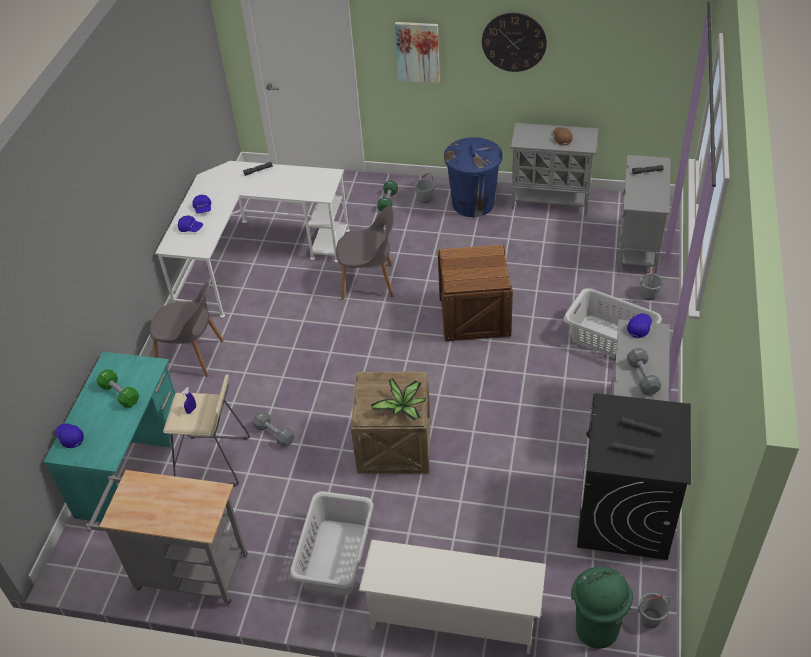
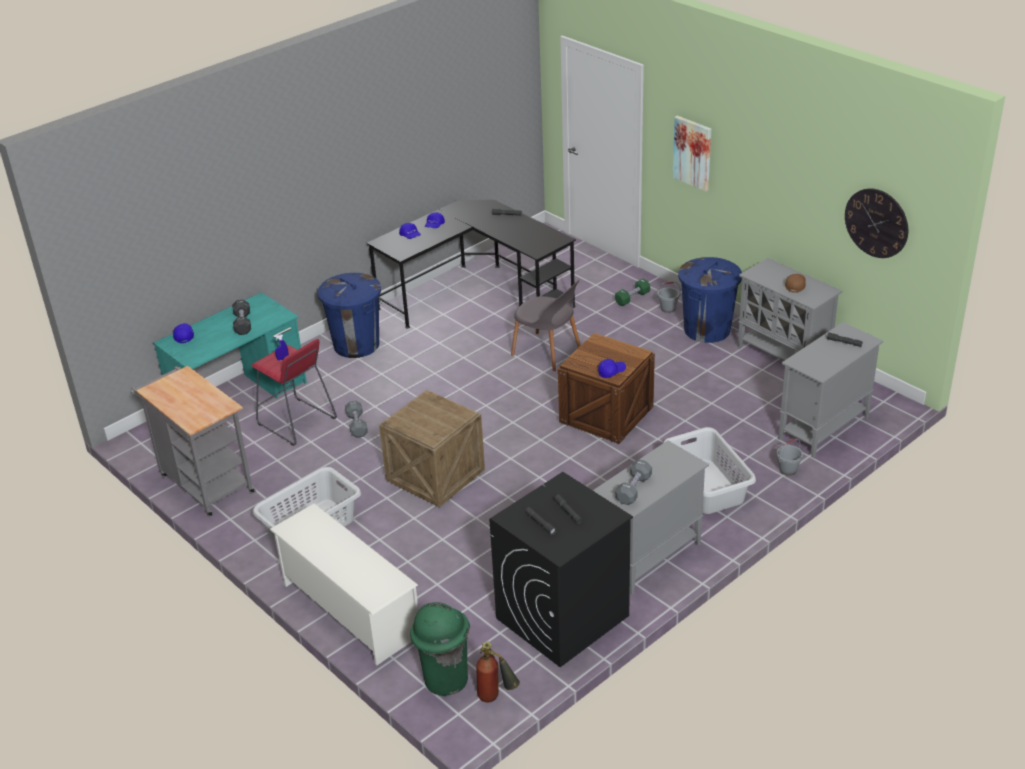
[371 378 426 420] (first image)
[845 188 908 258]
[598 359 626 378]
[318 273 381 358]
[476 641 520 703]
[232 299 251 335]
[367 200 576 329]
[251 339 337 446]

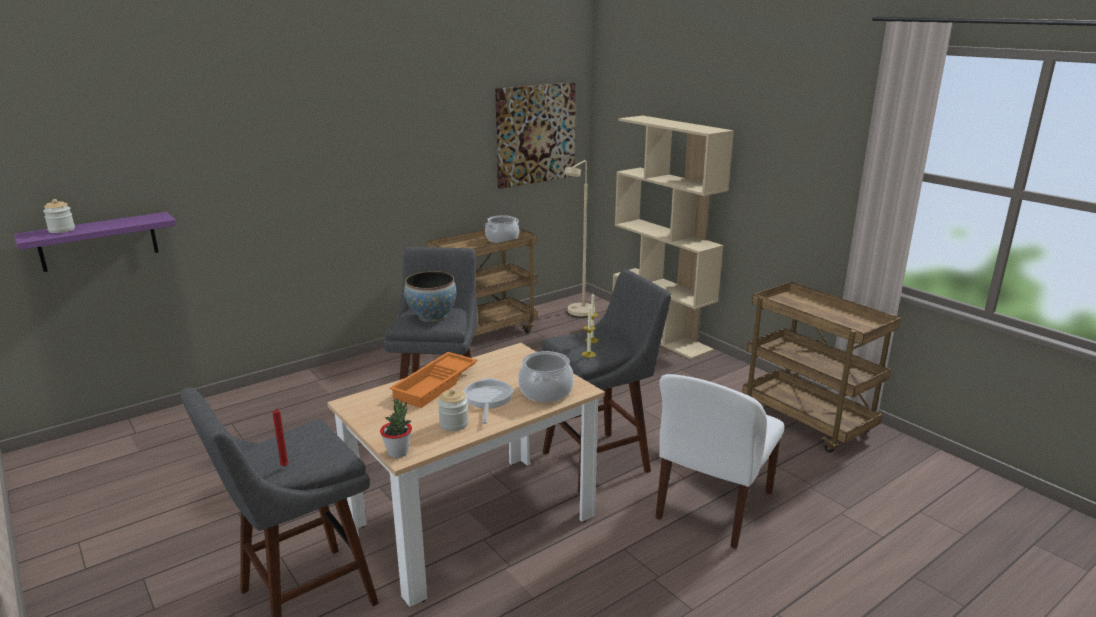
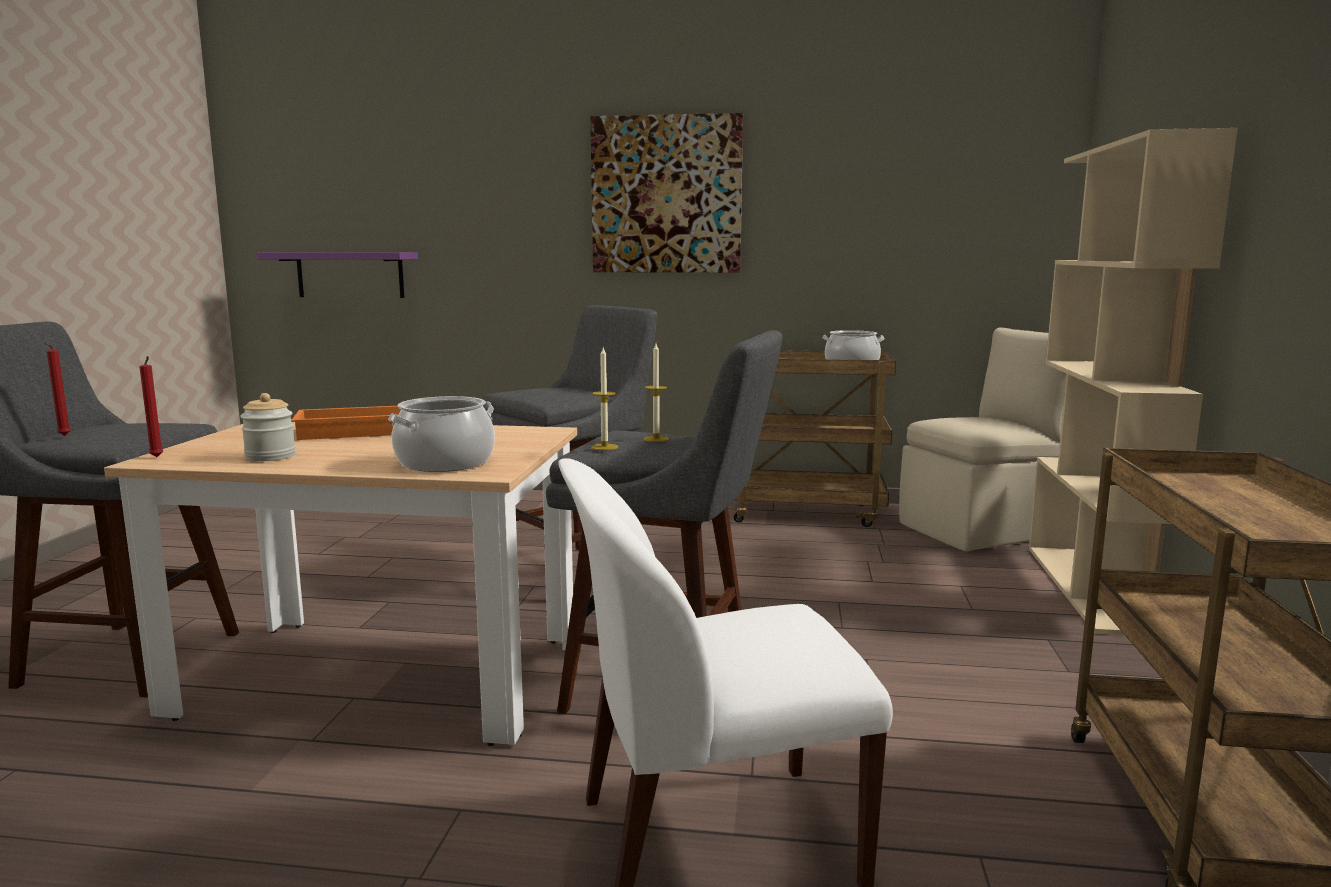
[43 199 75 233] (first image)
[404 271 457 322] (first image)
[462 378 514 424] (first image)
[590 113 743 273]
[139 356 163 457]
[899 328 1067 552]

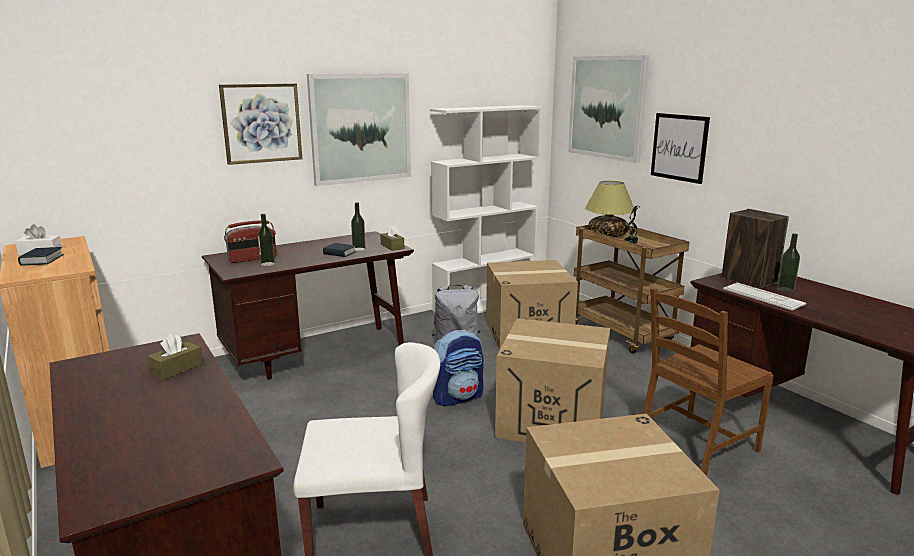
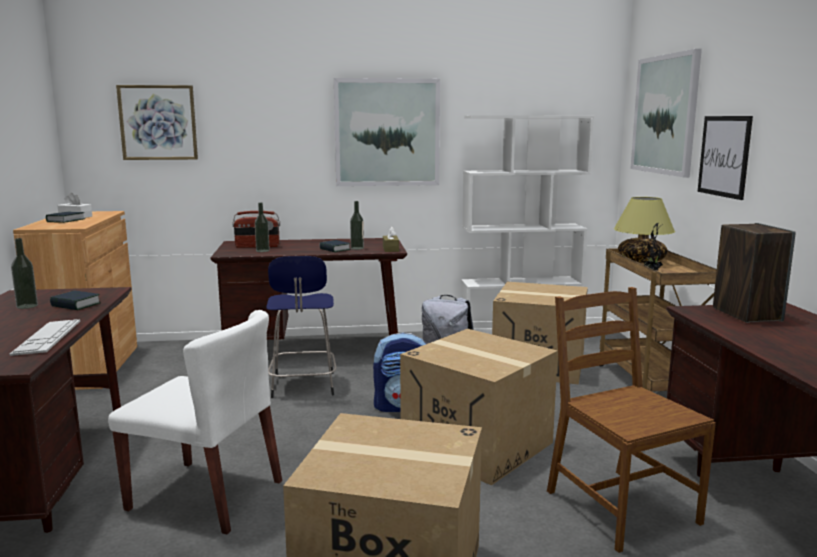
[266 256 337 398]
[116 85 198 160]
[10 319 80 356]
[11 238 38 309]
[50 291 101 310]
[547 287 716 553]

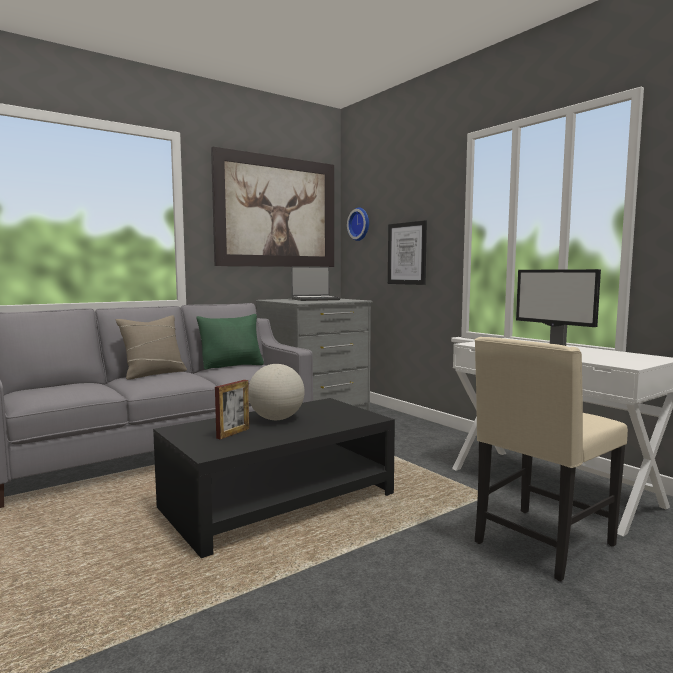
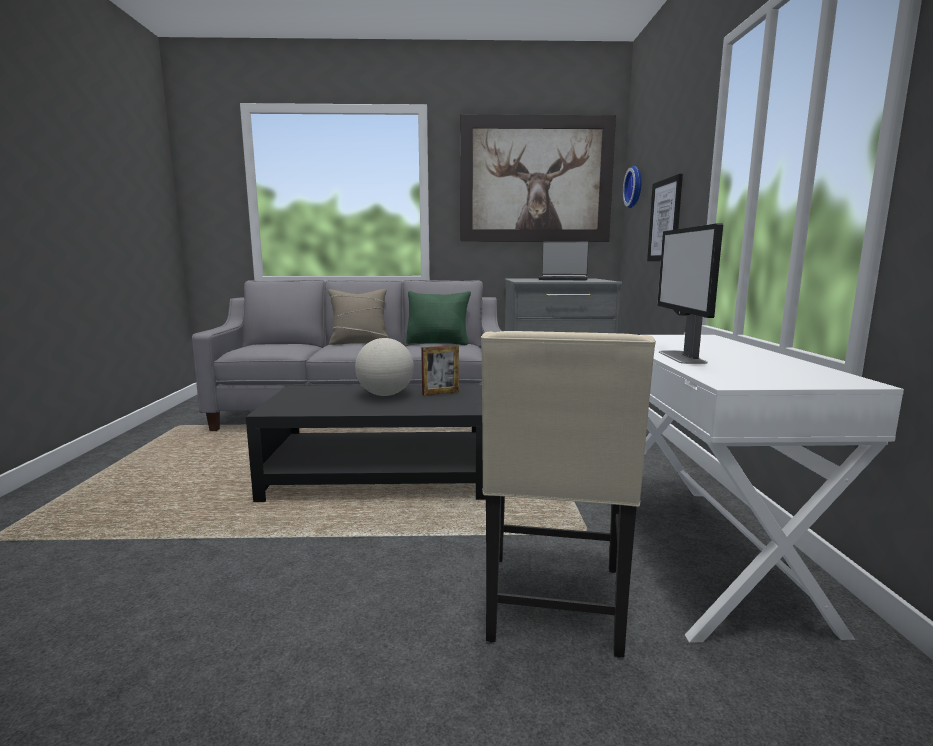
[421 345 459 395]
[481 331 656 658]

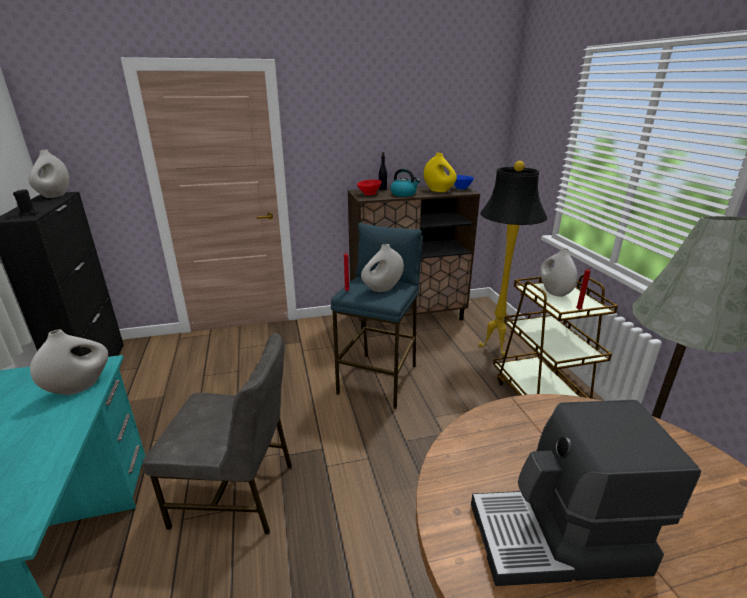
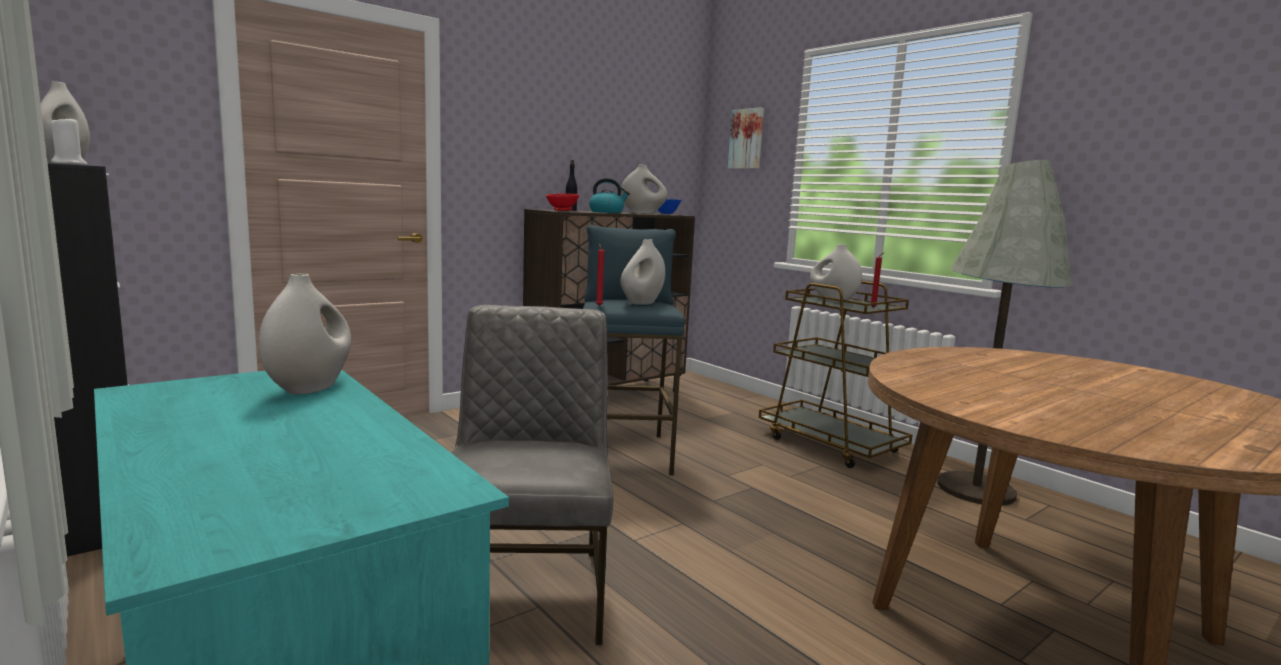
[471 400 701 586] (first image)
[478 161 547 356] (first image)
[728 107 764 169]
[50 116 87 165]
[621 164 668 214]
[452 305 613 645]

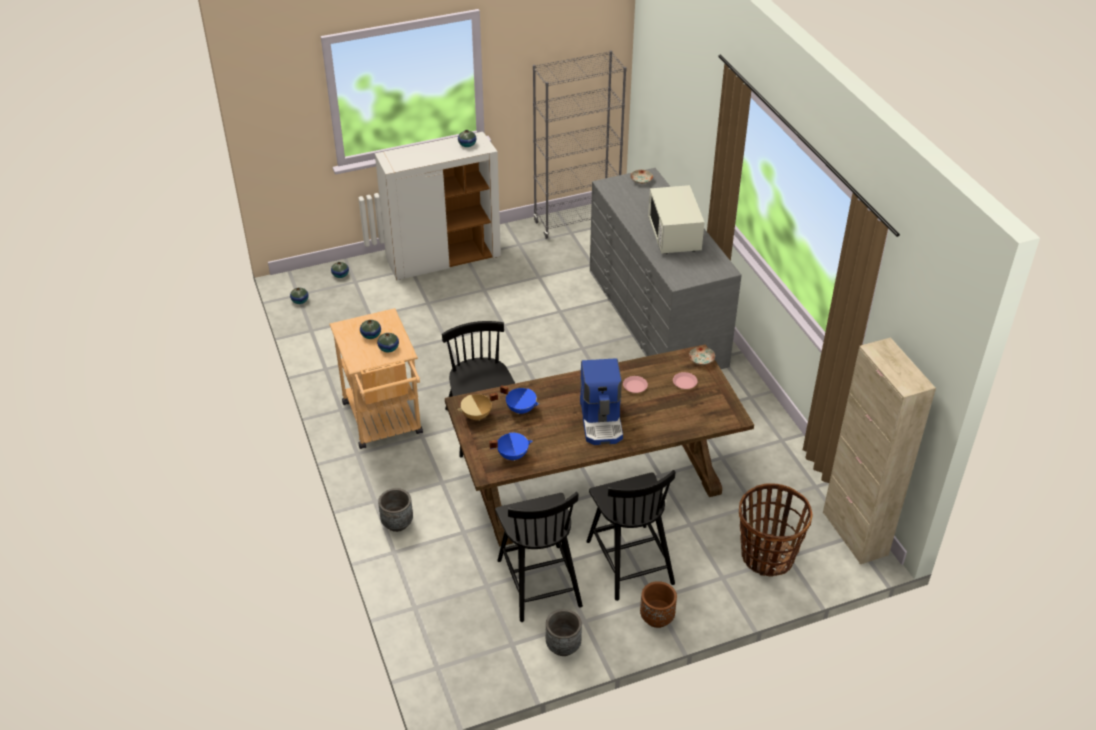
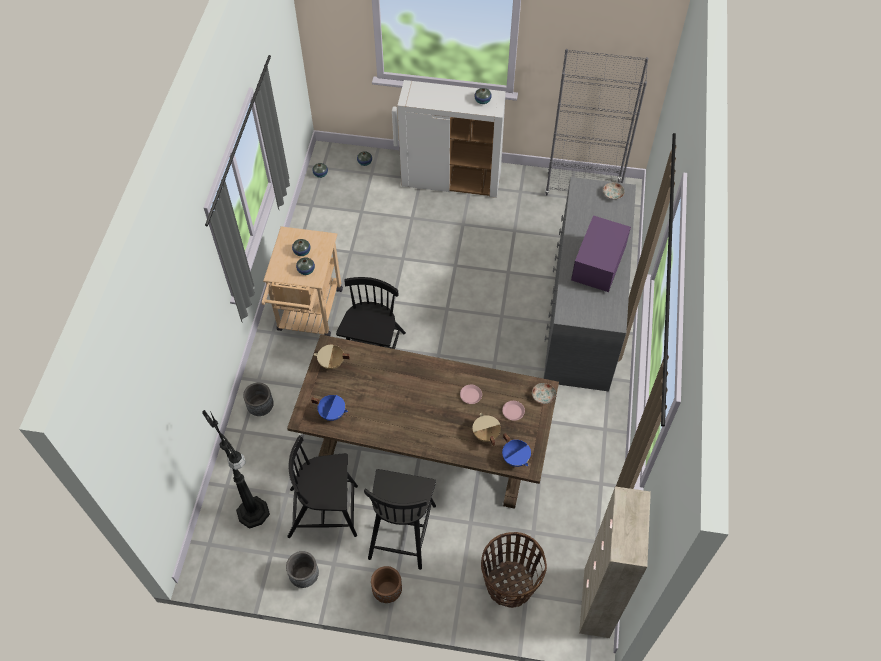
[580 358 623 445] (first image)
[202 410 270 529]
[472 413 501 446]
[502 433 531 467]
[571 216 631 292]
[287 435 358 538]

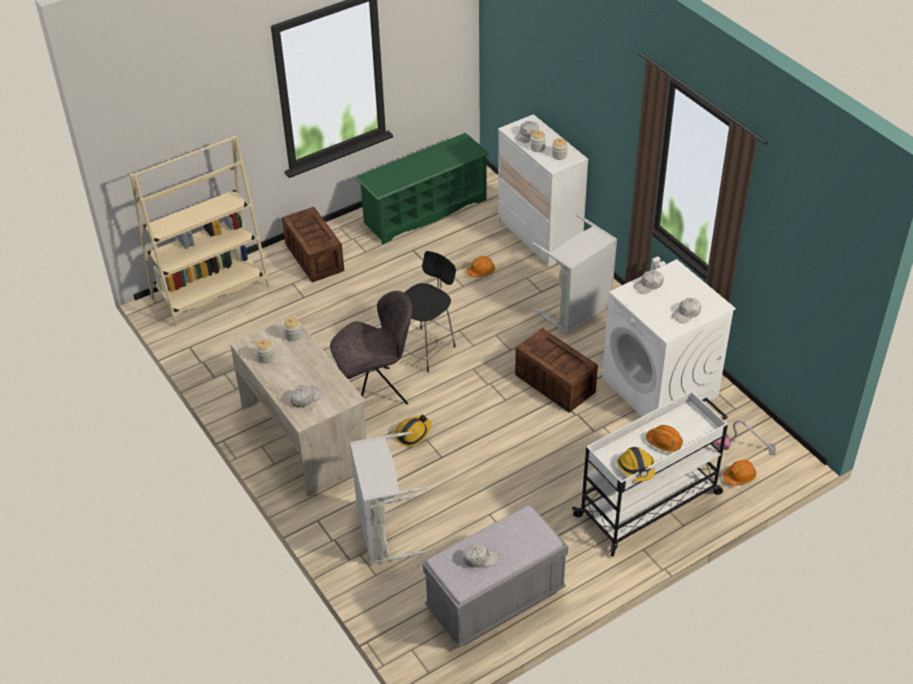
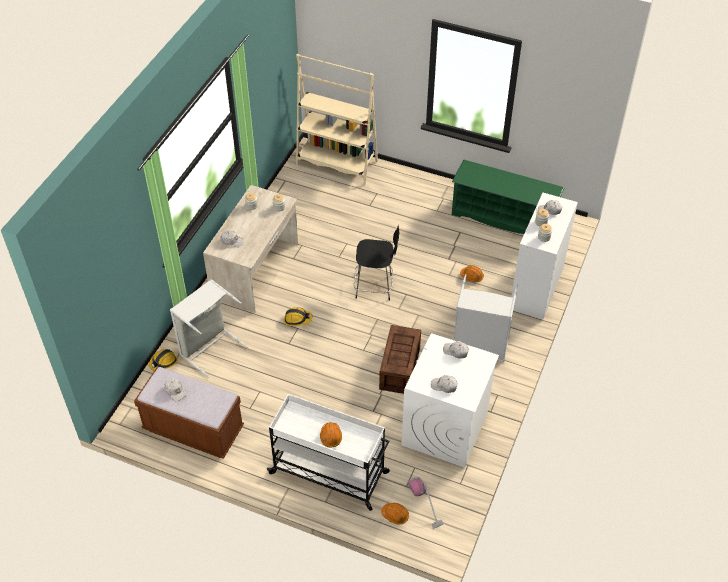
[282 207 344 283] (first image)
[330 291 413 404] (first image)
[148 349 178 371]
[134 367 244 459]

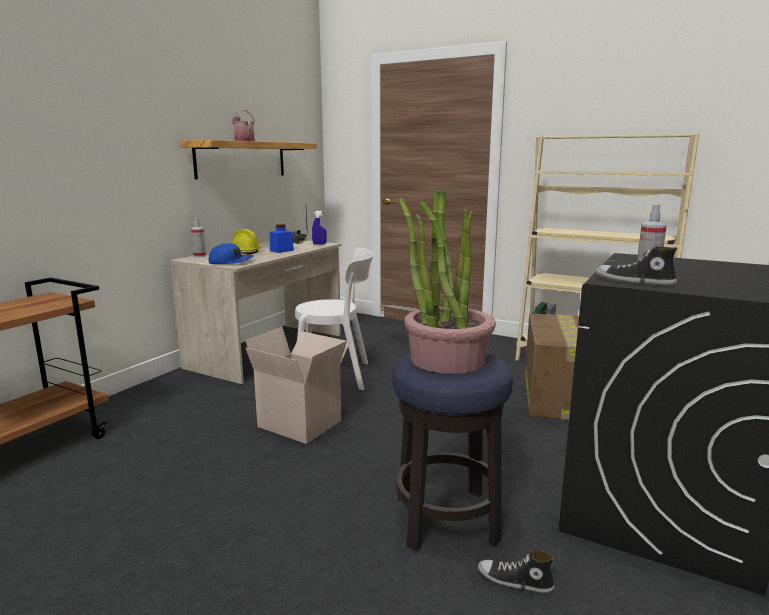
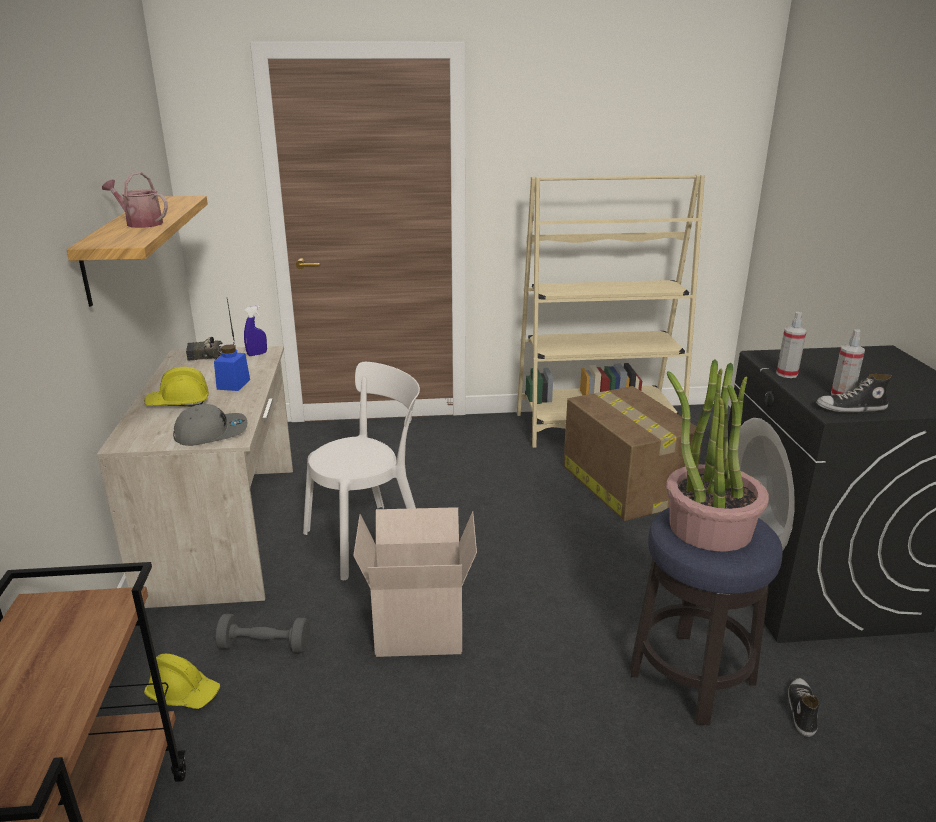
[144 654 220 709]
[215 614 310 653]
[776 312 807 378]
[173 404 248 446]
[788 678 819 737]

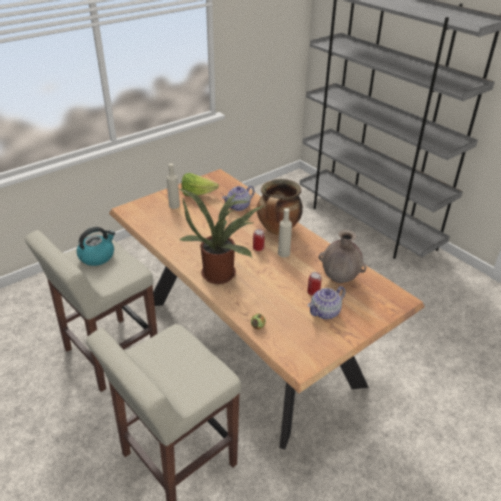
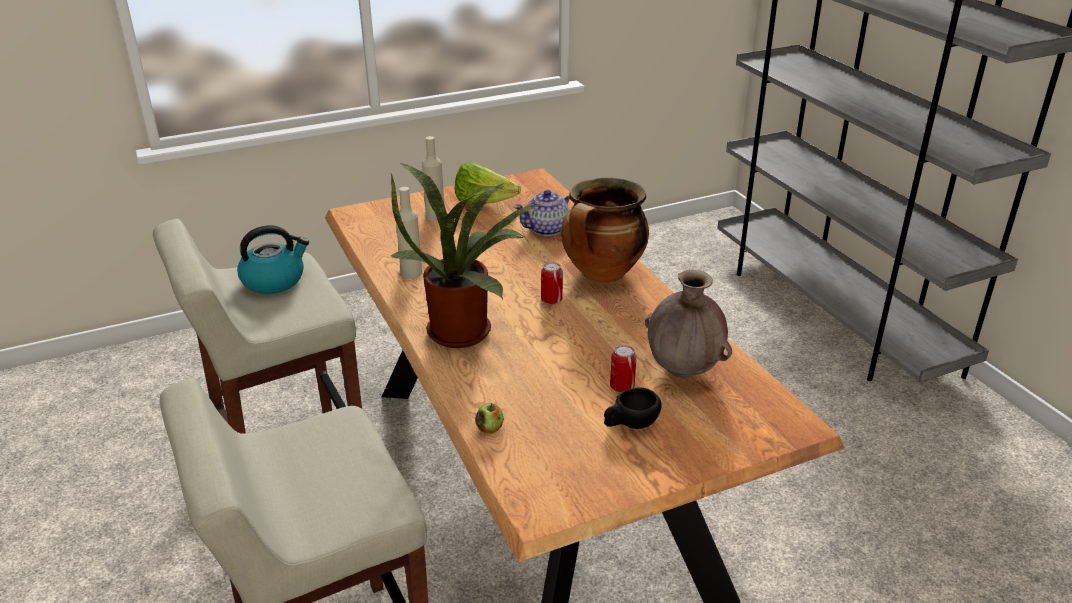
[396 187 422 279]
[604 387 662 429]

